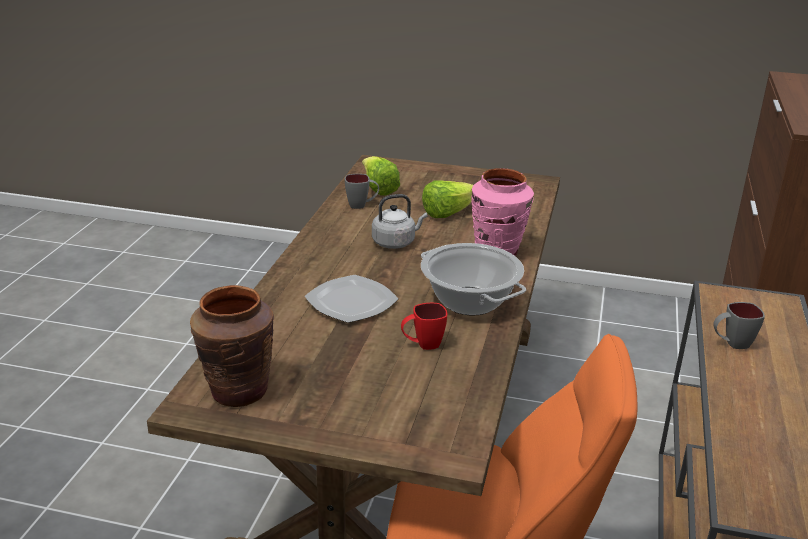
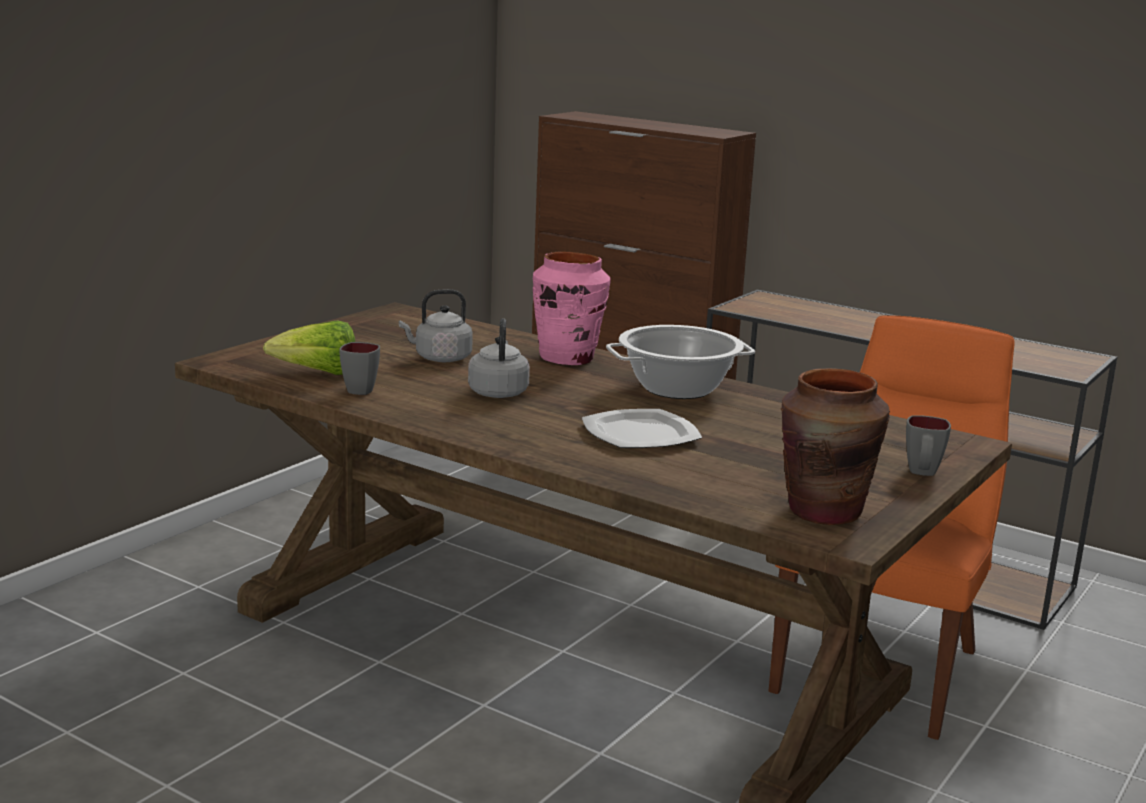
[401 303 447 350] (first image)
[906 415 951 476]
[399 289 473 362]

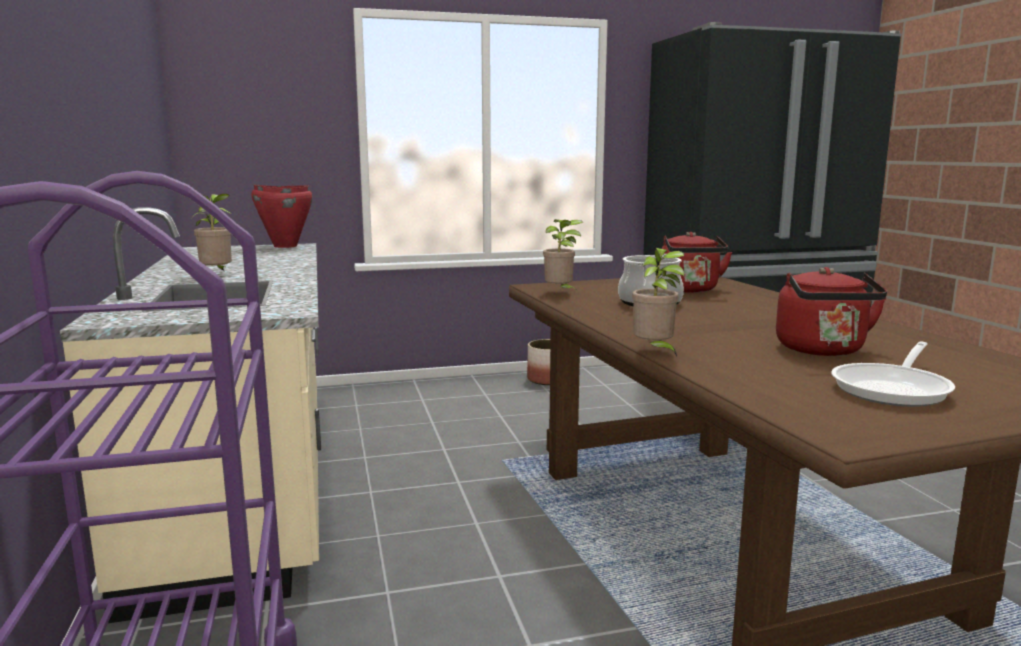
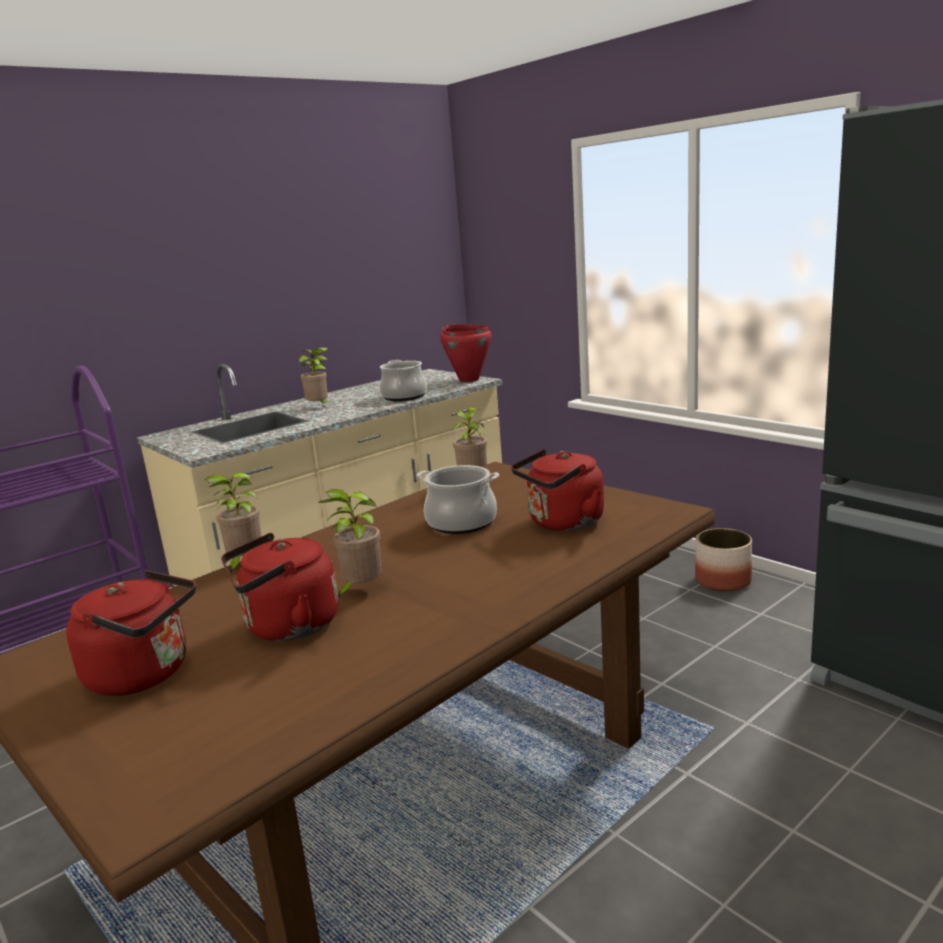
[318 489 382 597]
[379 360 427 401]
[66 570 196 696]

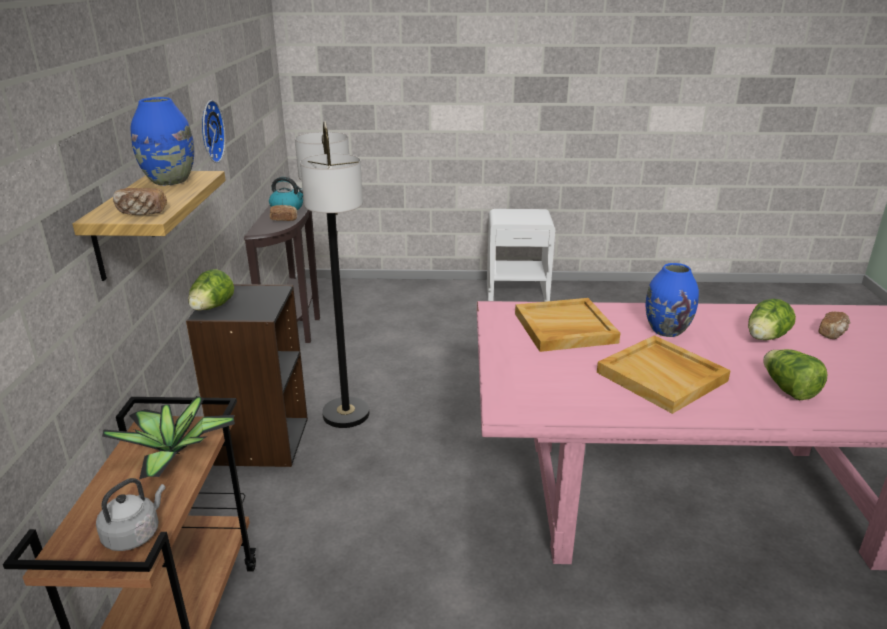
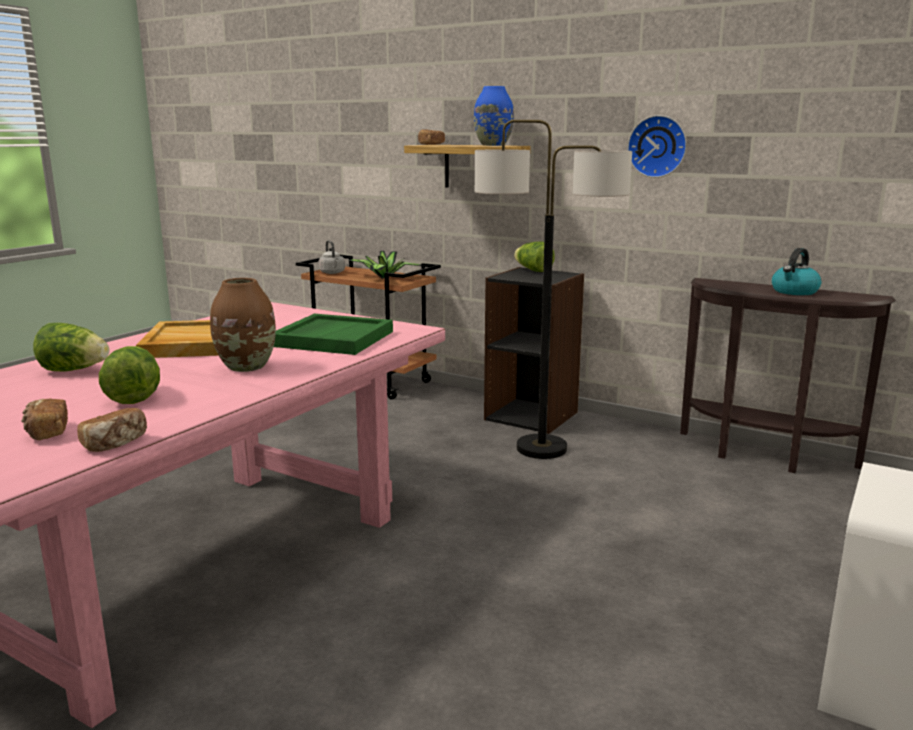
[77 408 147 452]
[274 314 393 355]
[210 278 276 372]

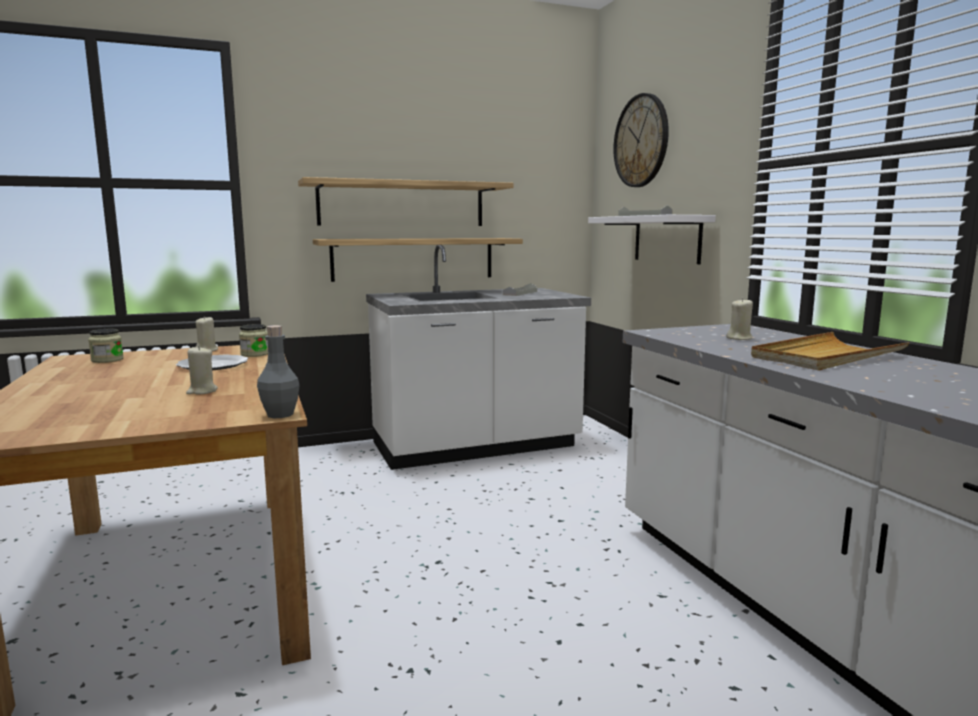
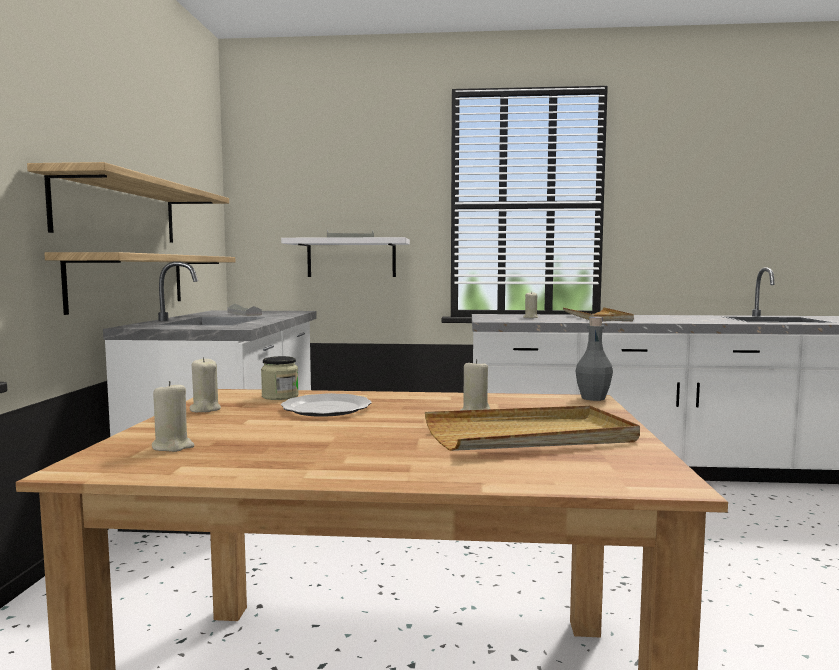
[613 93 669 187] (first image)
[425 405 640 451]
[152 381 195 452]

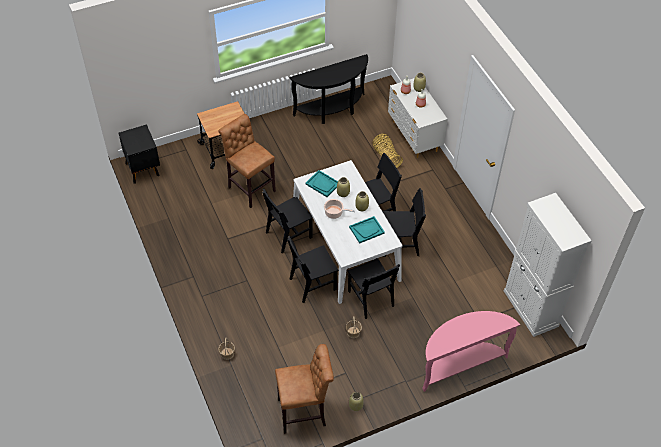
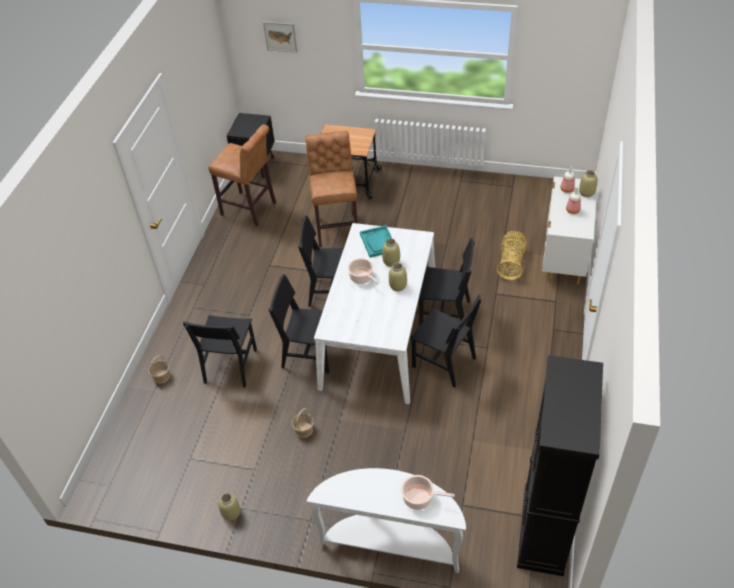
[290 54 368 124] (first image)
[349 216 385 244] (first image)
[263 22 297 53]
[401 475 454 510]
[208 124 276 226]
[183 315 257 387]
[307 468 466 573]
[517 355 603 576]

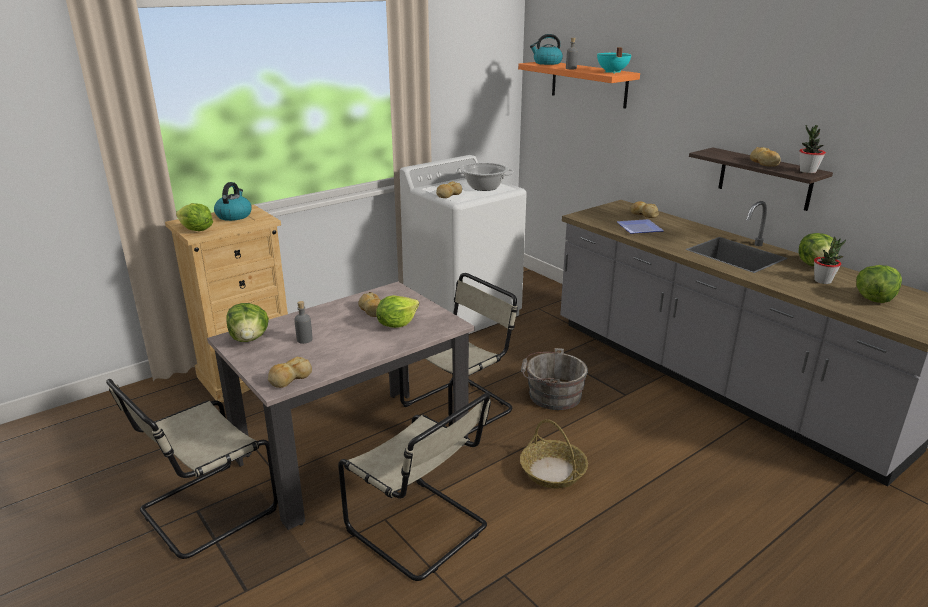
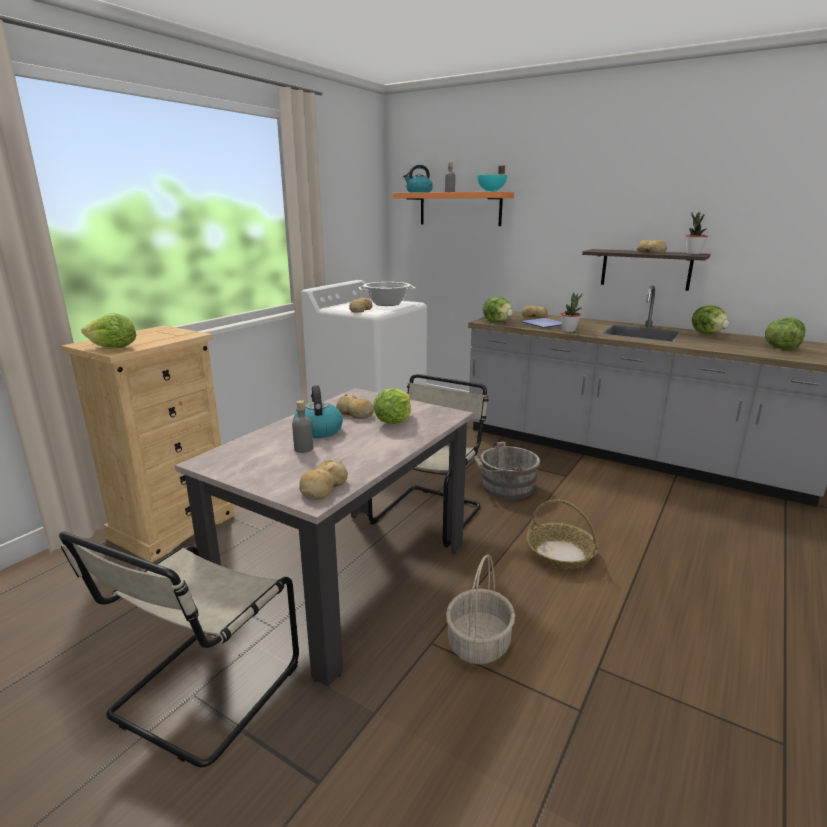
[293 385 343 438]
[483 297 513 323]
[560 293 582 332]
[446 555 515 664]

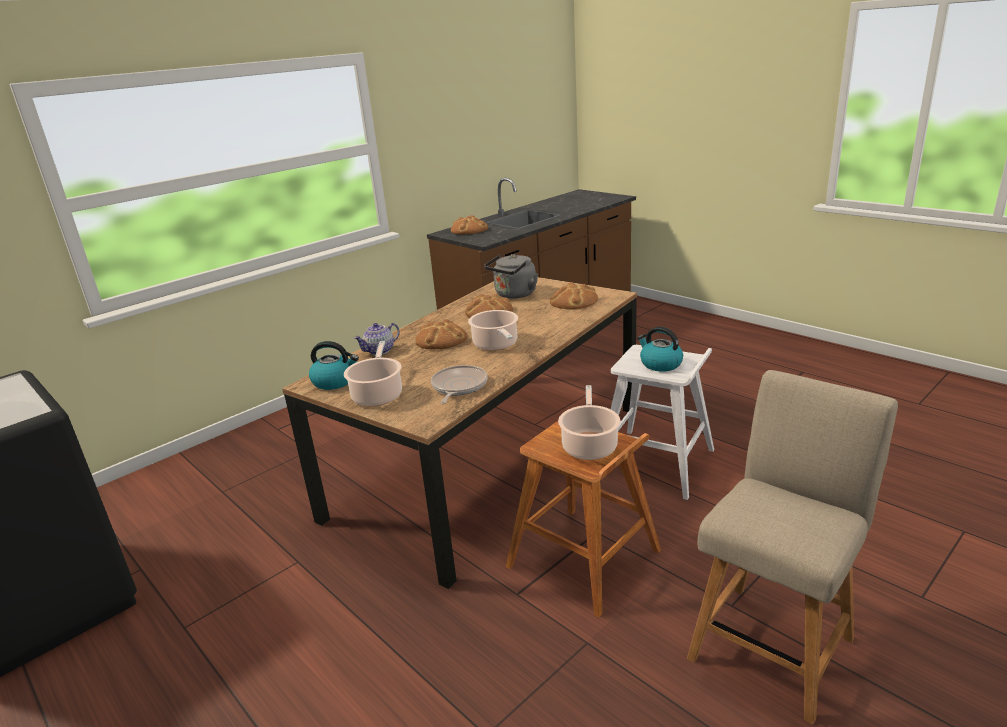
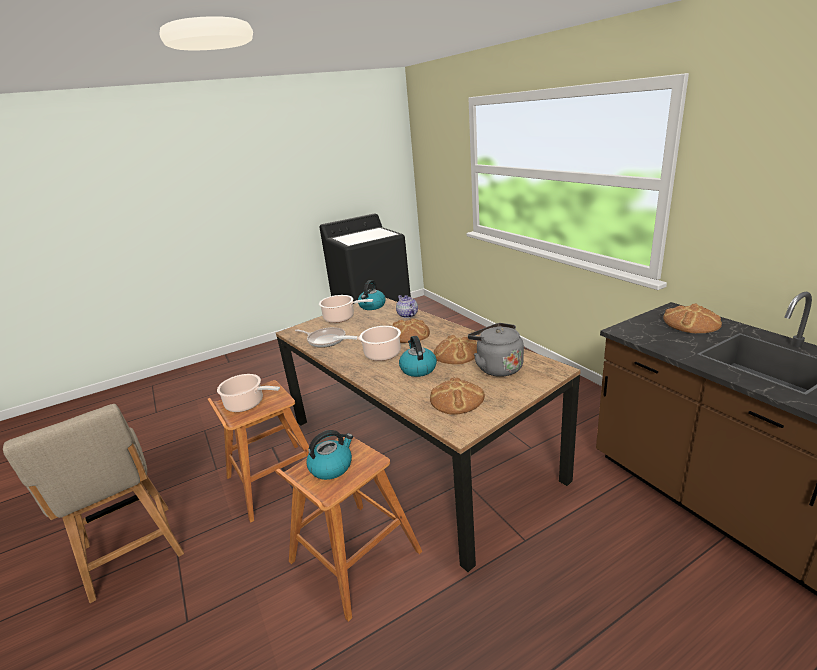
[399 336 437 377]
[275 437 422 622]

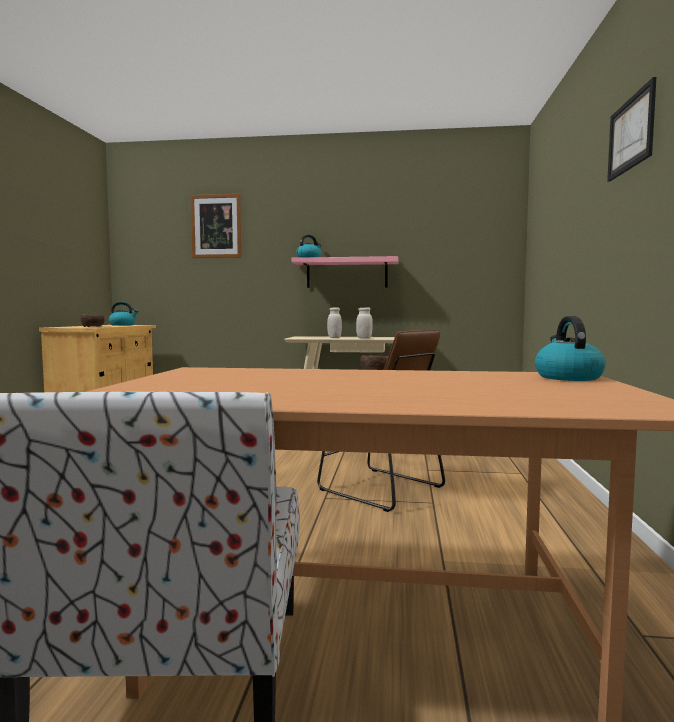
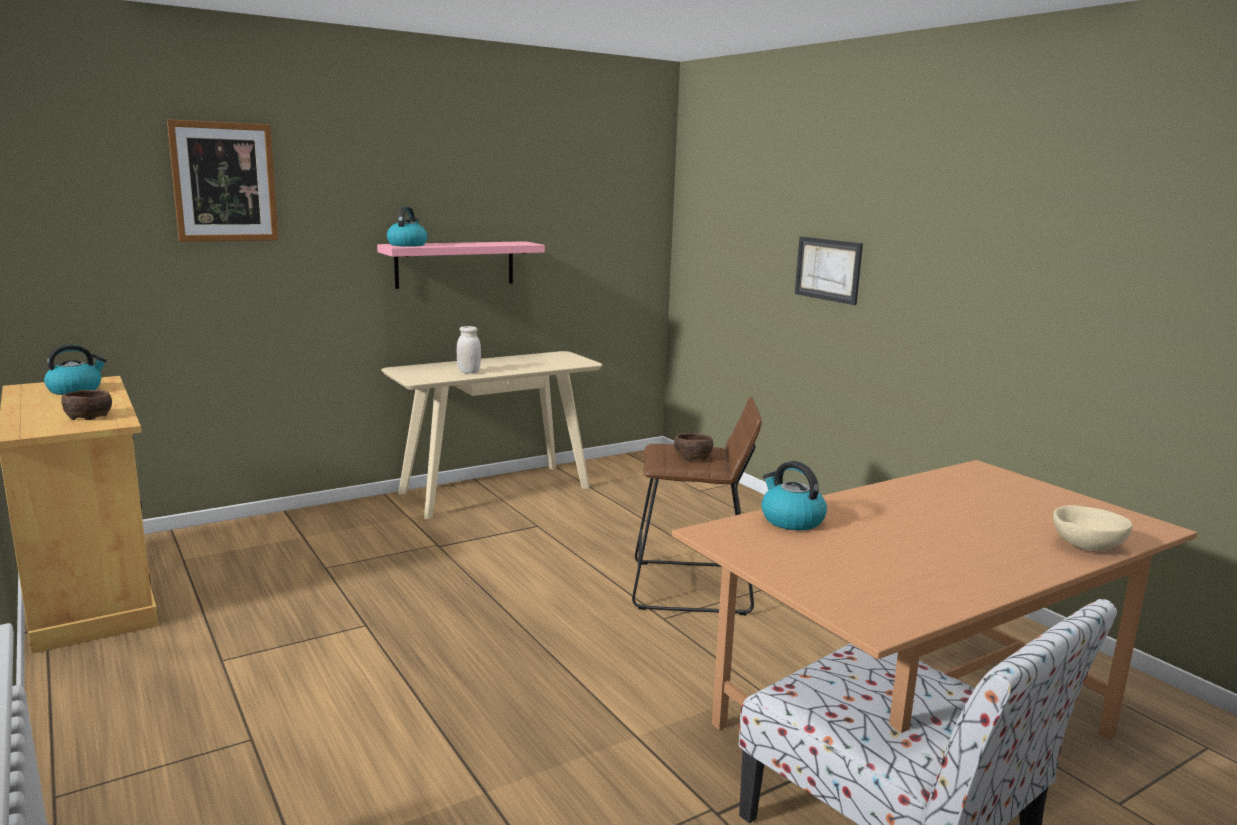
[356 307 373 339] (first image)
[1053 505 1132 551]
[761 461 827 530]
[795 237 863 305]

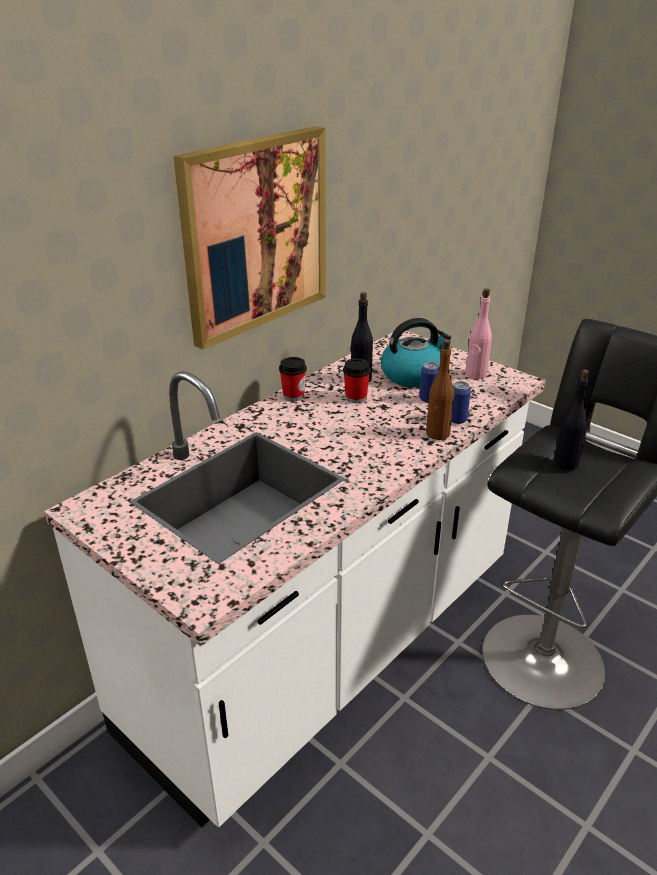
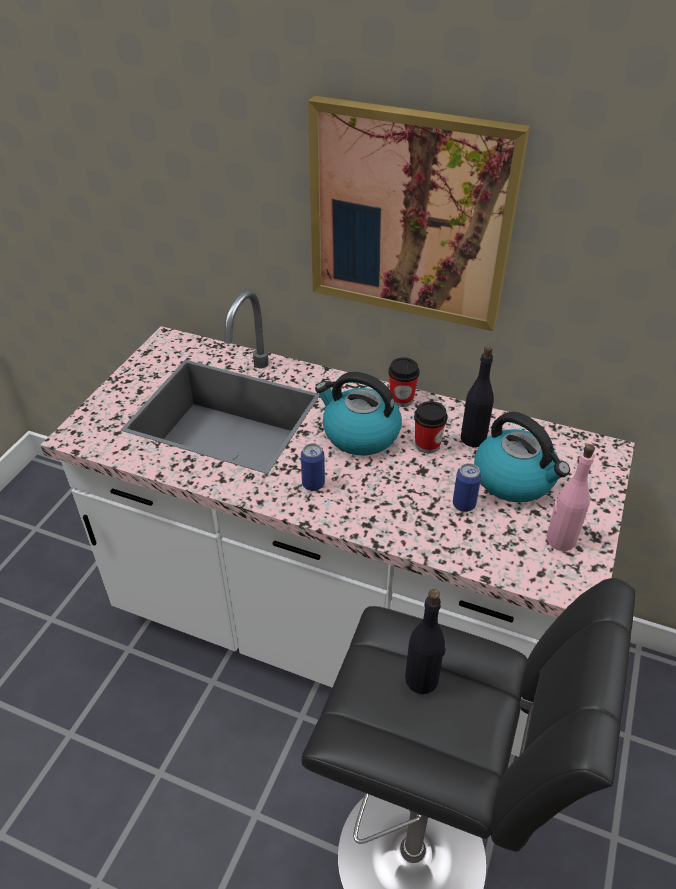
[426 339 454 440] (first image)
[315 372 402 456]
[301 443 325 491]

